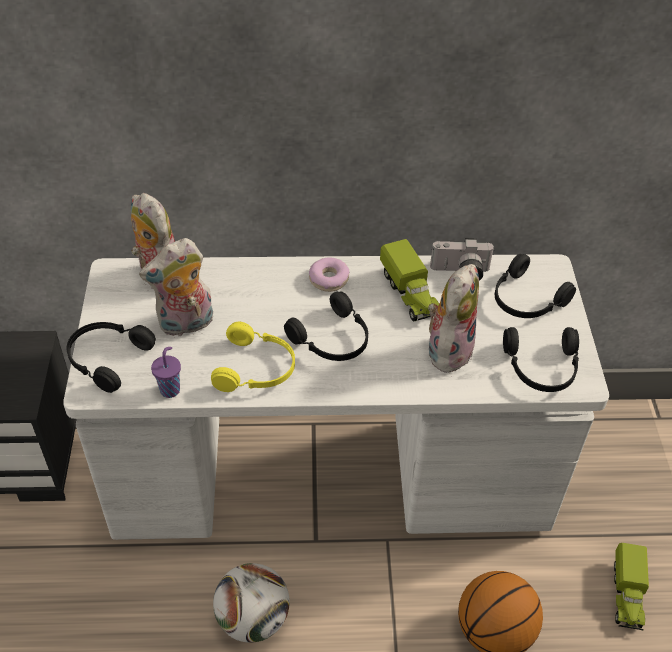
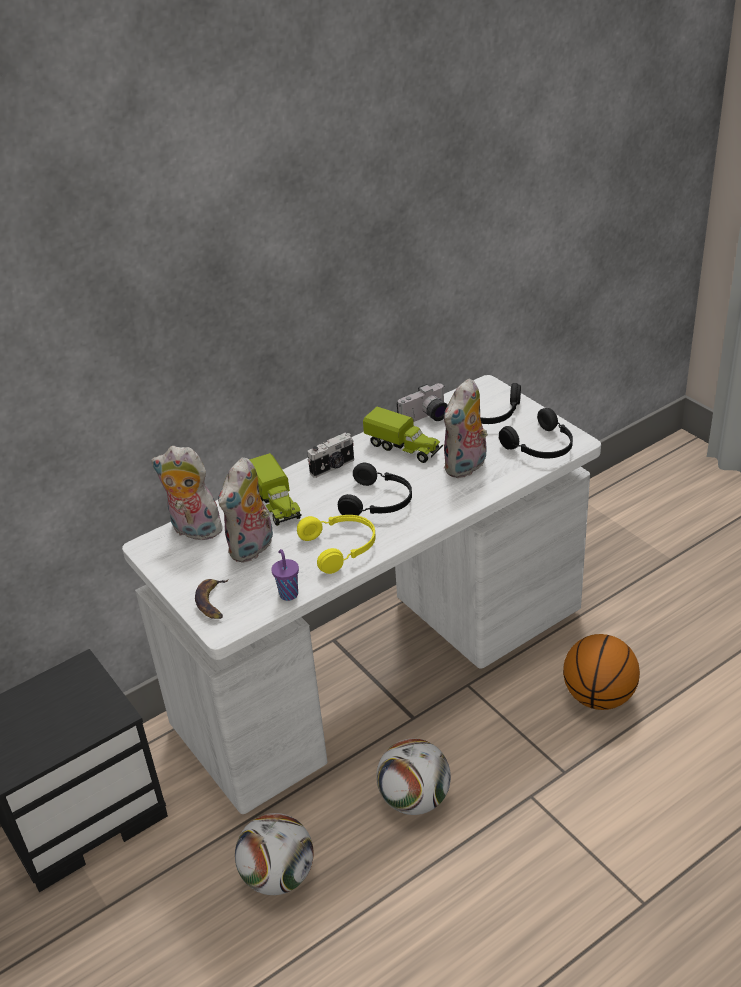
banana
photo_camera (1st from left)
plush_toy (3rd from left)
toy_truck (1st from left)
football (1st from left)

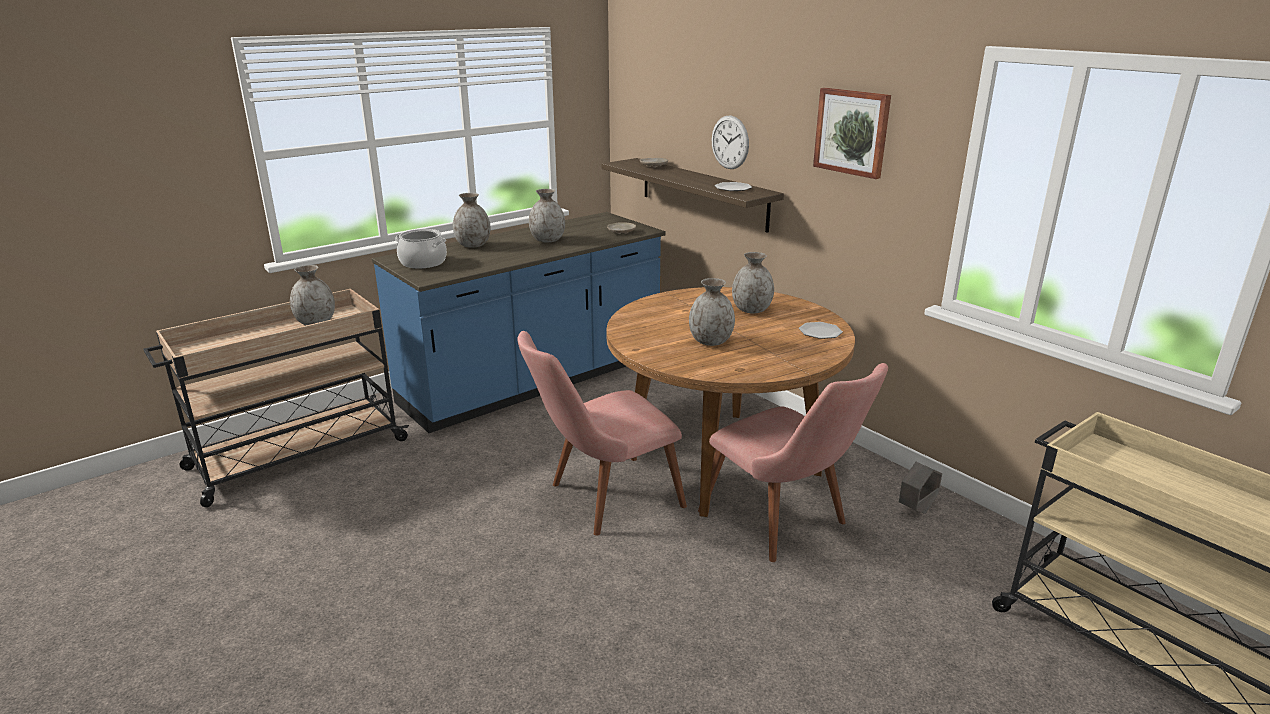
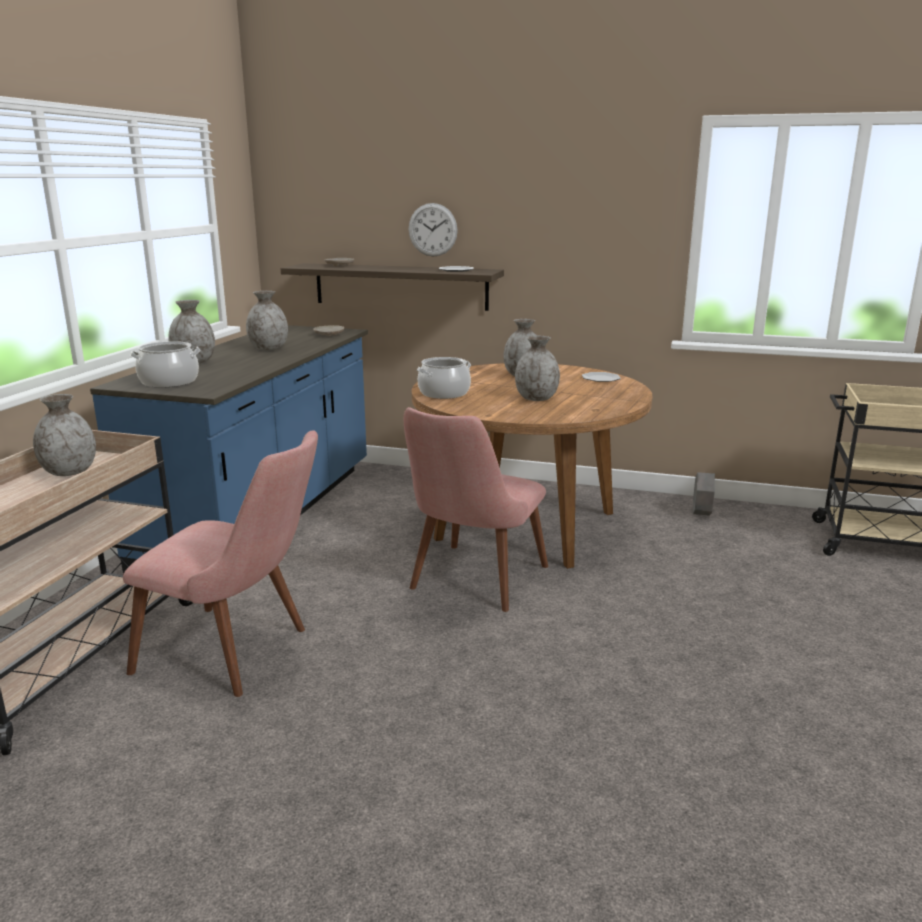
pink_chair (1st from left)
picture
cooking_pot (2nd from left)

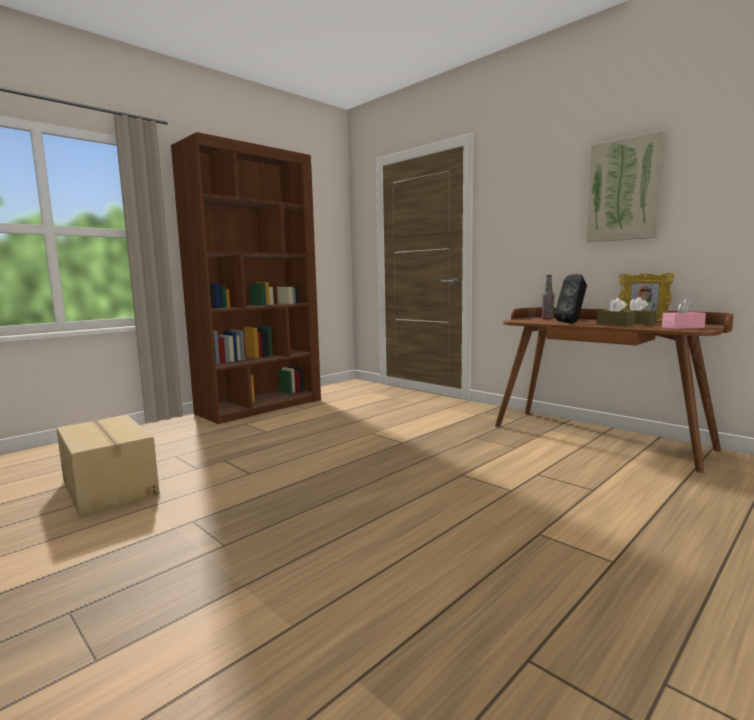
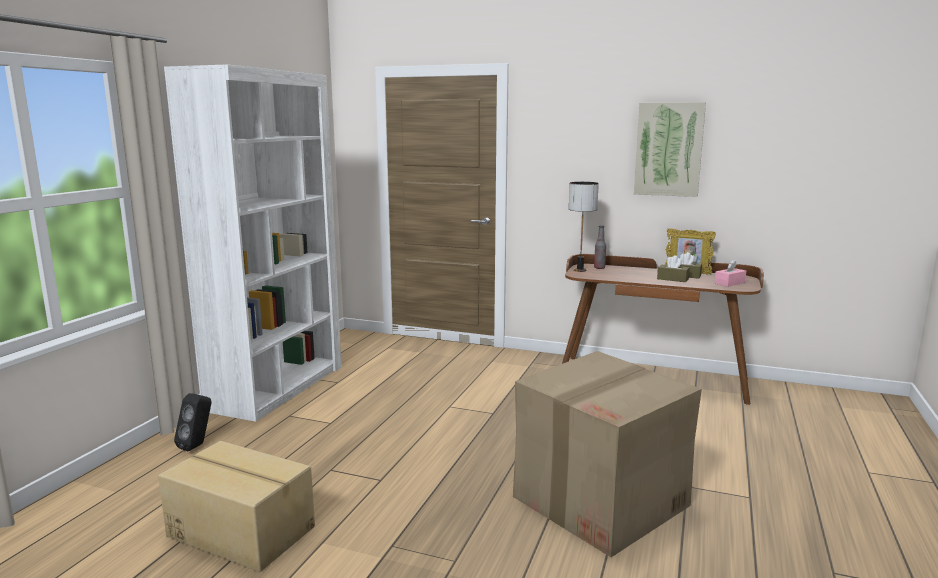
white_bookcase
black_speaker
cardboard_box (2nd from left)
table_lamp

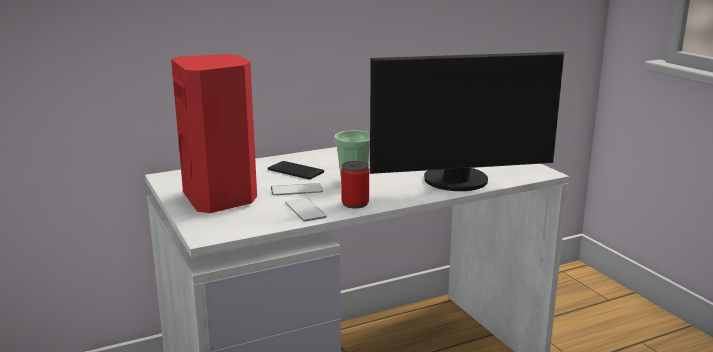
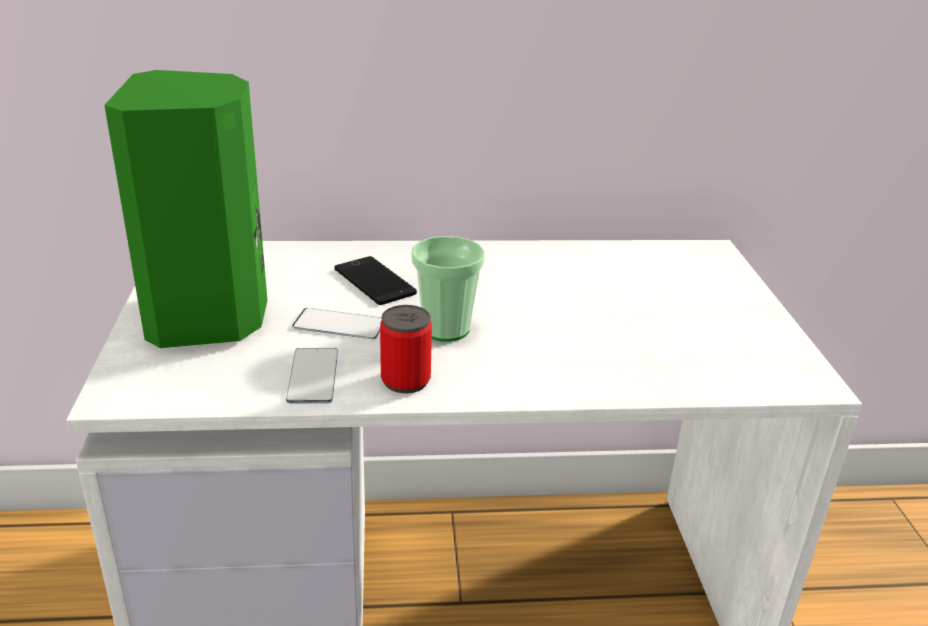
green_speaker
monitor

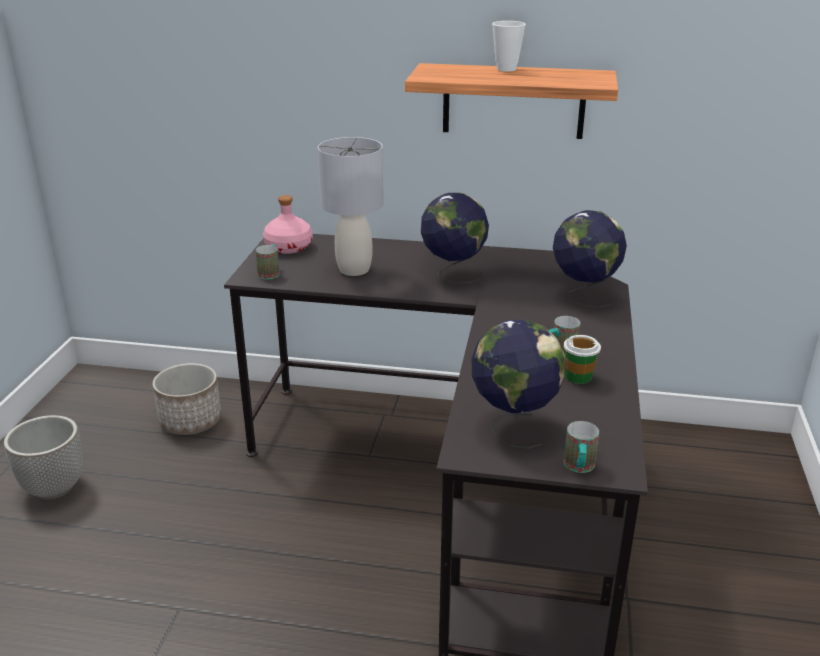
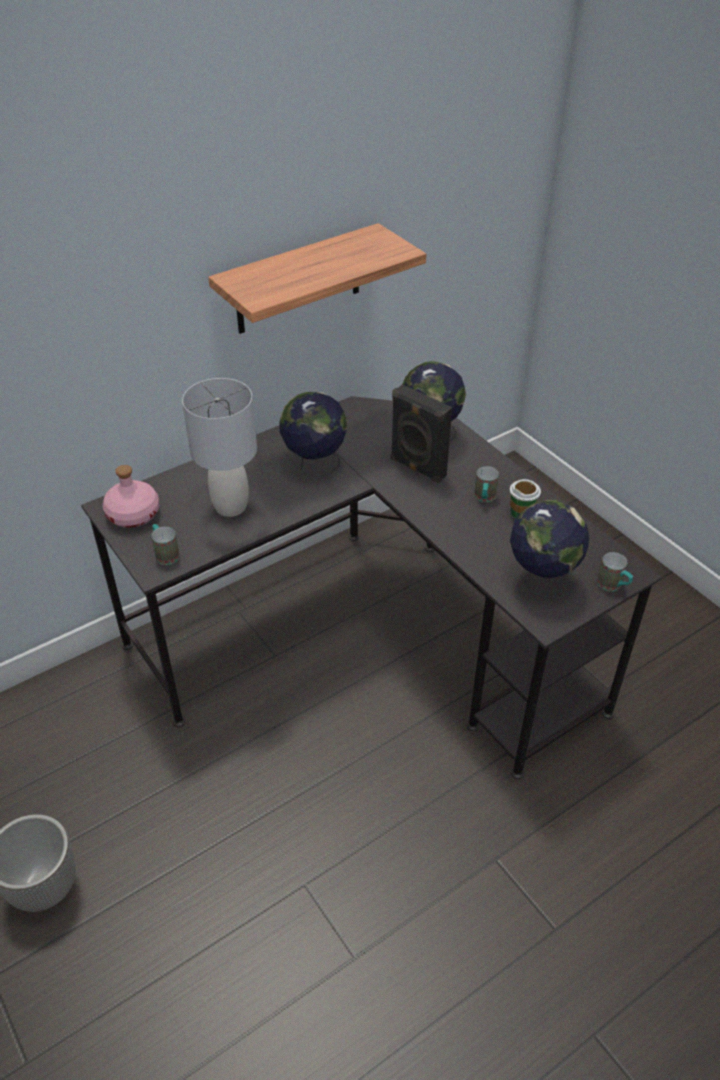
planter (2nd from left in the first image)
cup (1st from left in the first image)
black_speaker

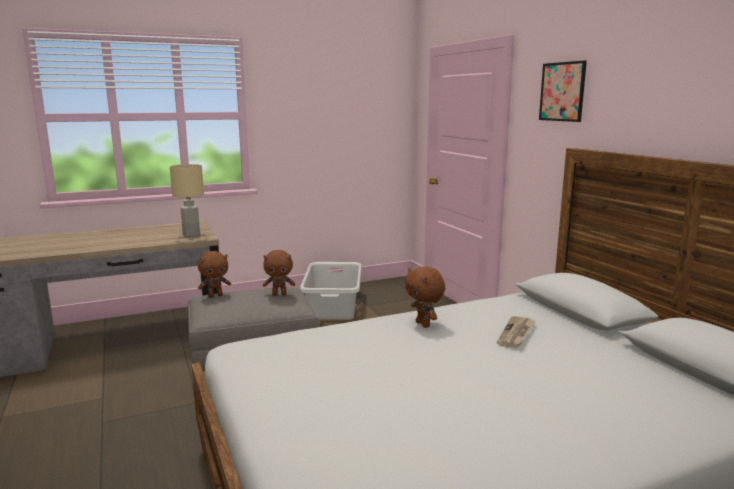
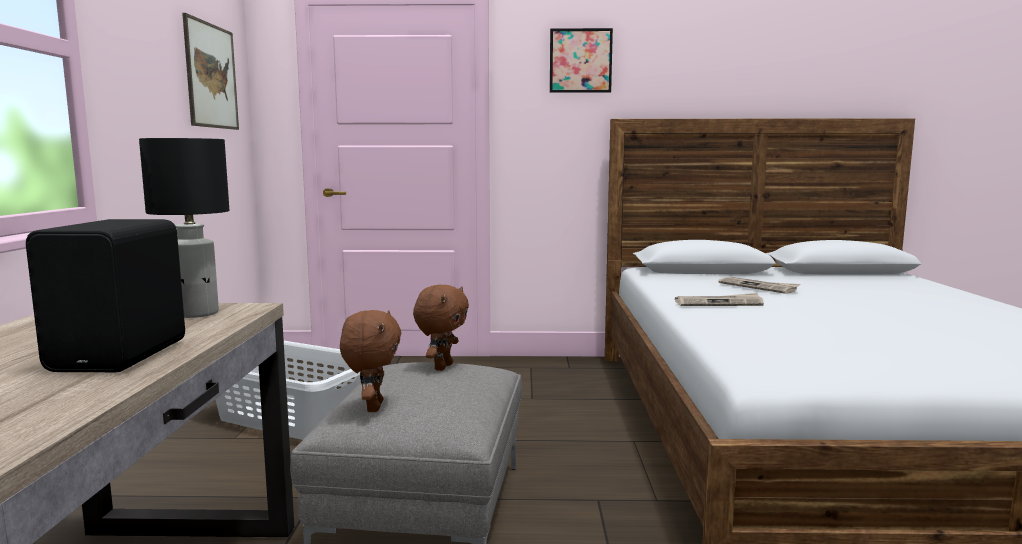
black_table_lamp
newspaper (1st from left)
black_speaker
picture (1st from left)

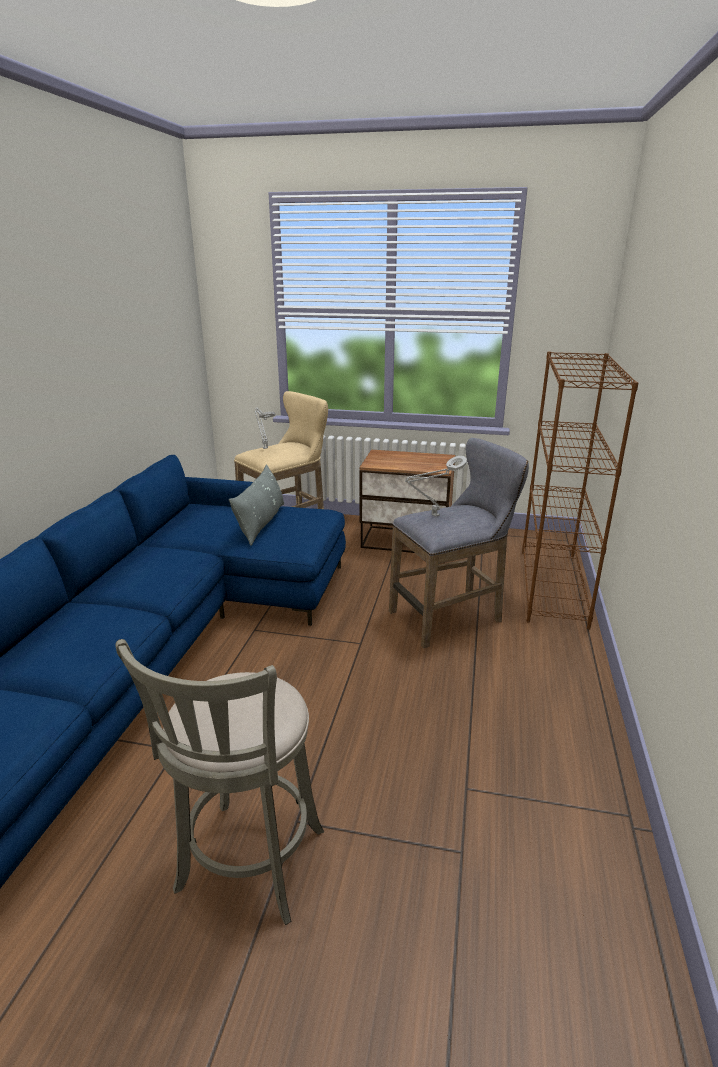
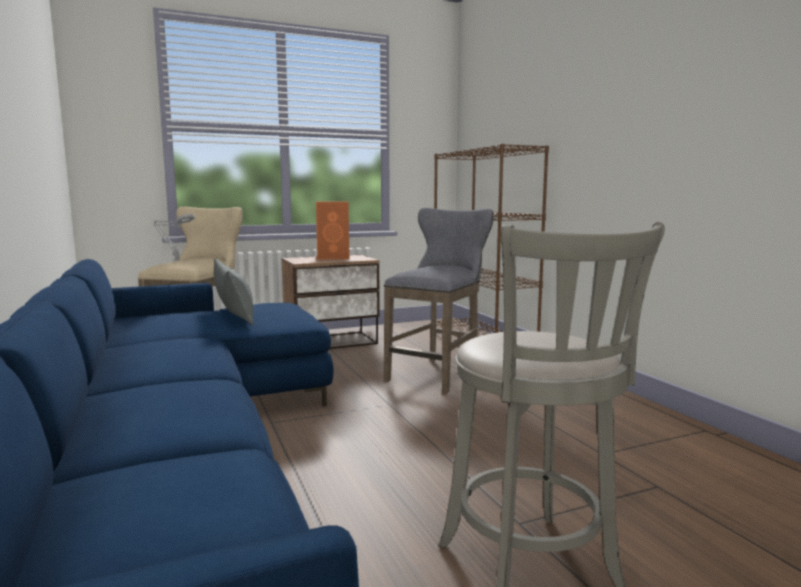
grey_table_lamp (2nd from left in the first image)
orange_speaker

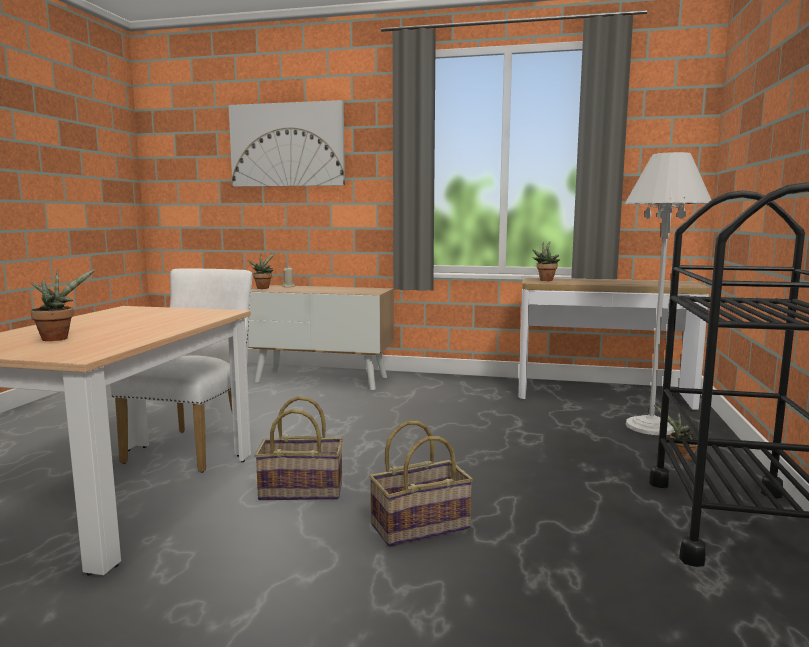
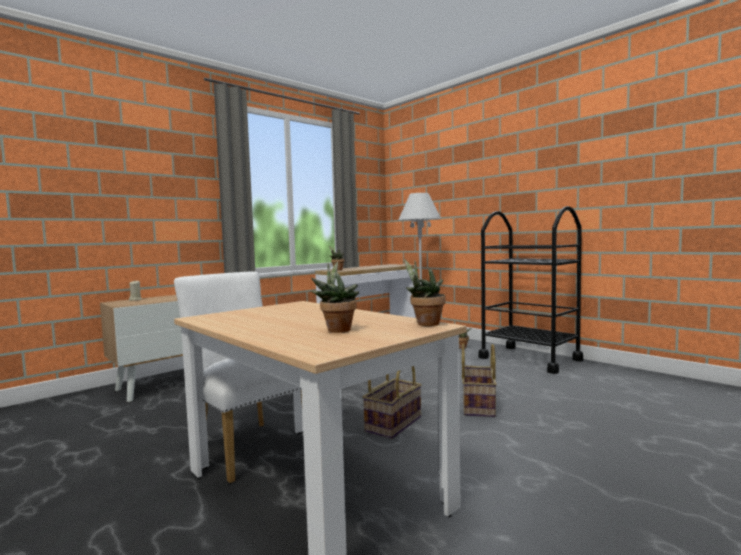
picture
potted_plant (3rd from left)

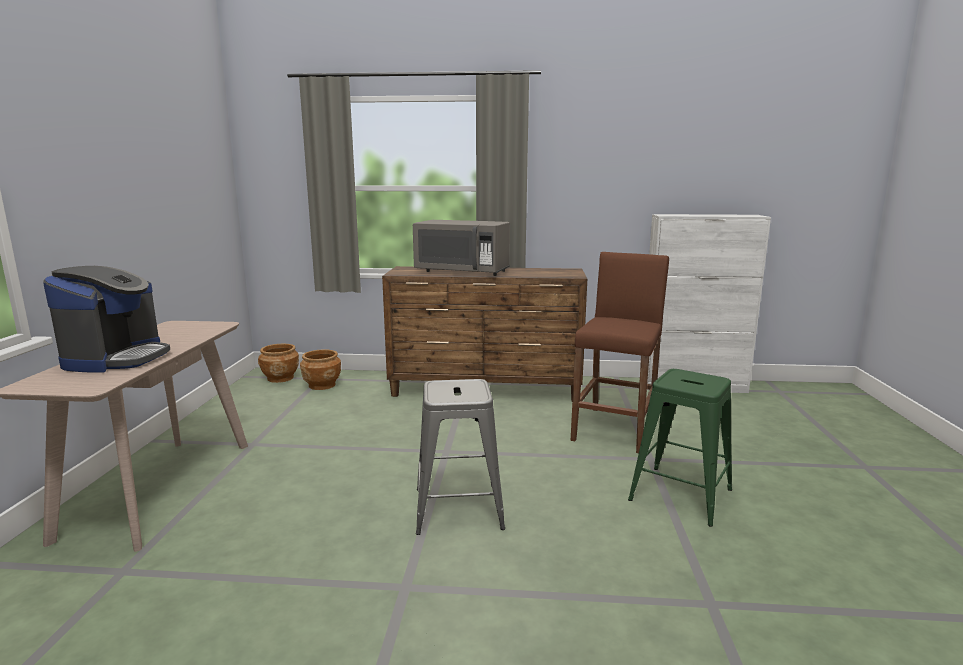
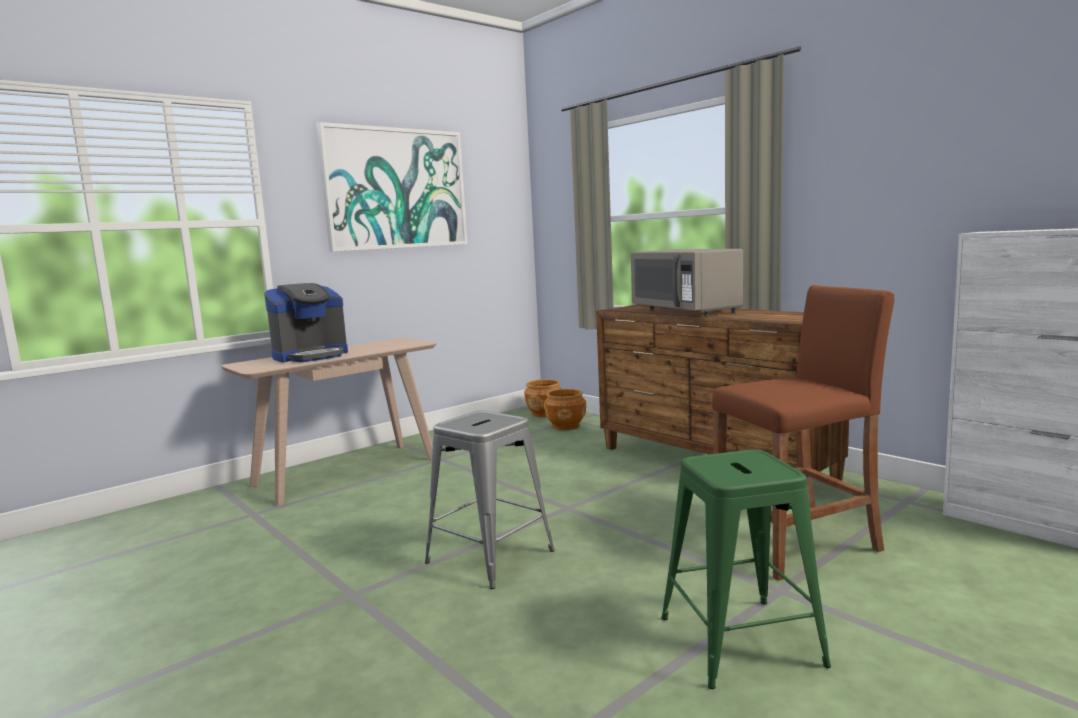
picture

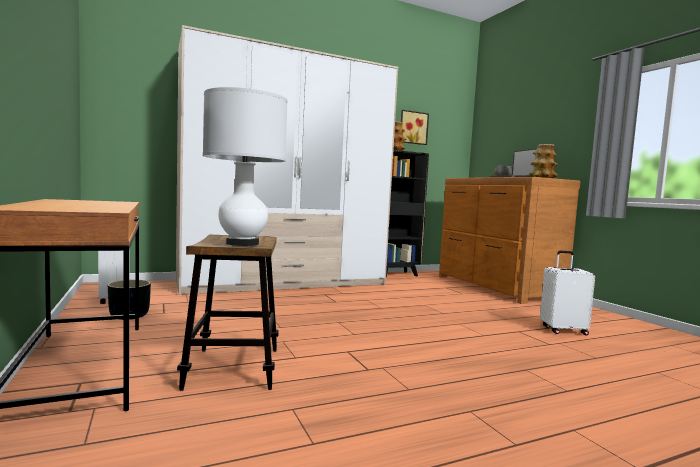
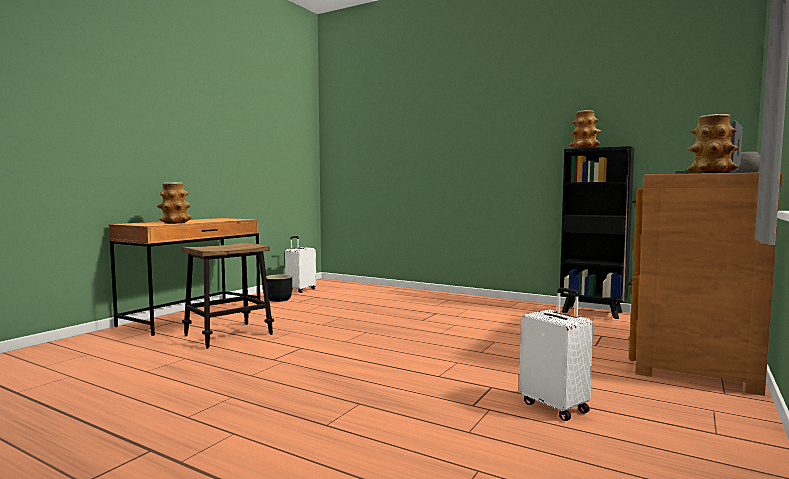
wardrobe
white_table_lamp
picture
vase (1st from left)

